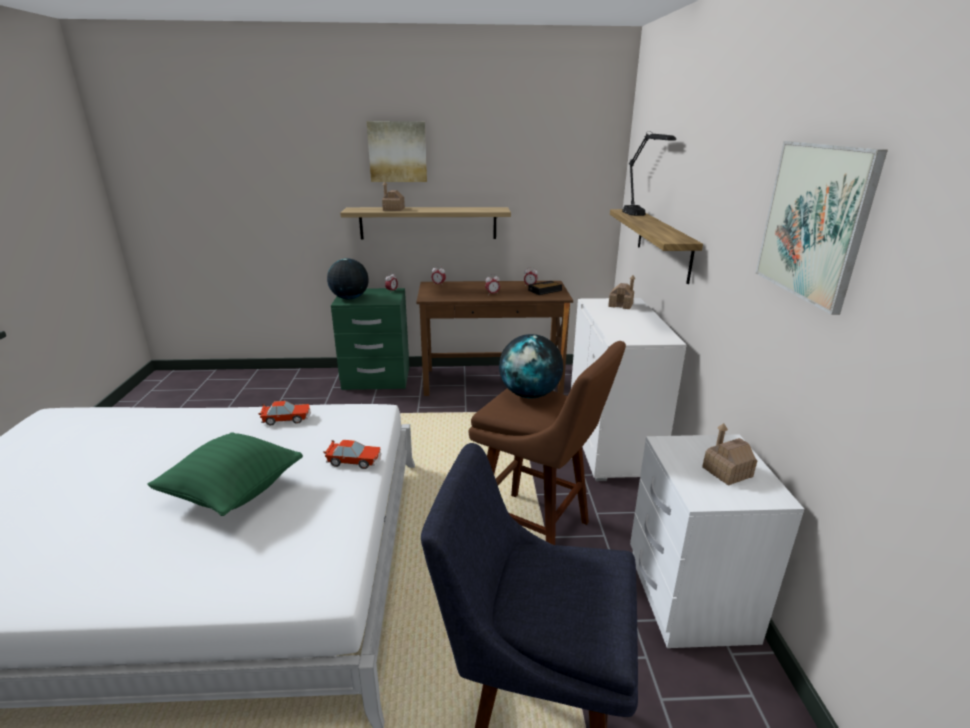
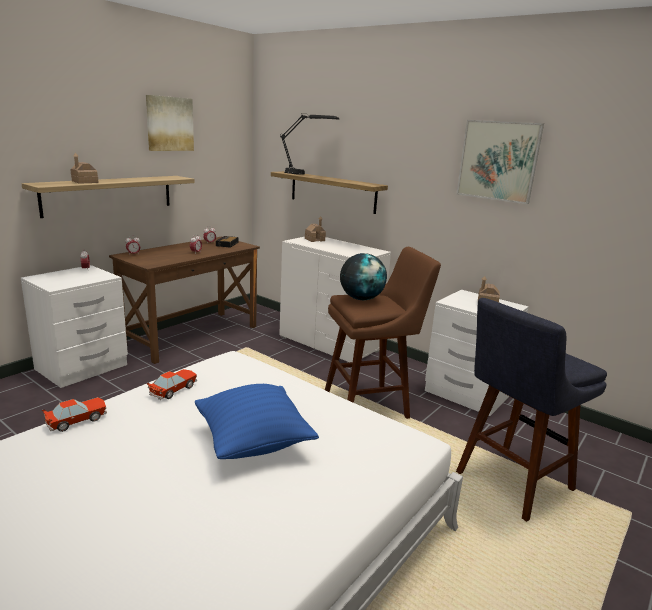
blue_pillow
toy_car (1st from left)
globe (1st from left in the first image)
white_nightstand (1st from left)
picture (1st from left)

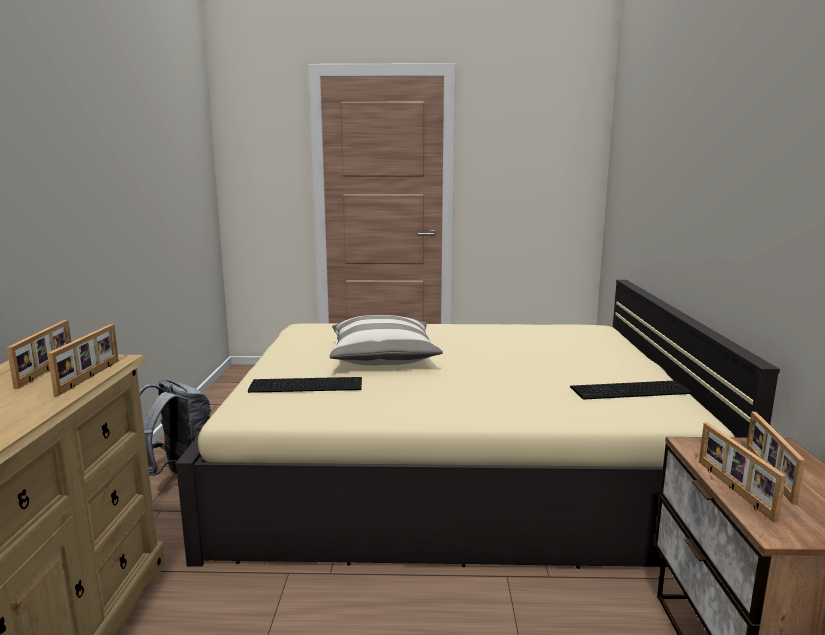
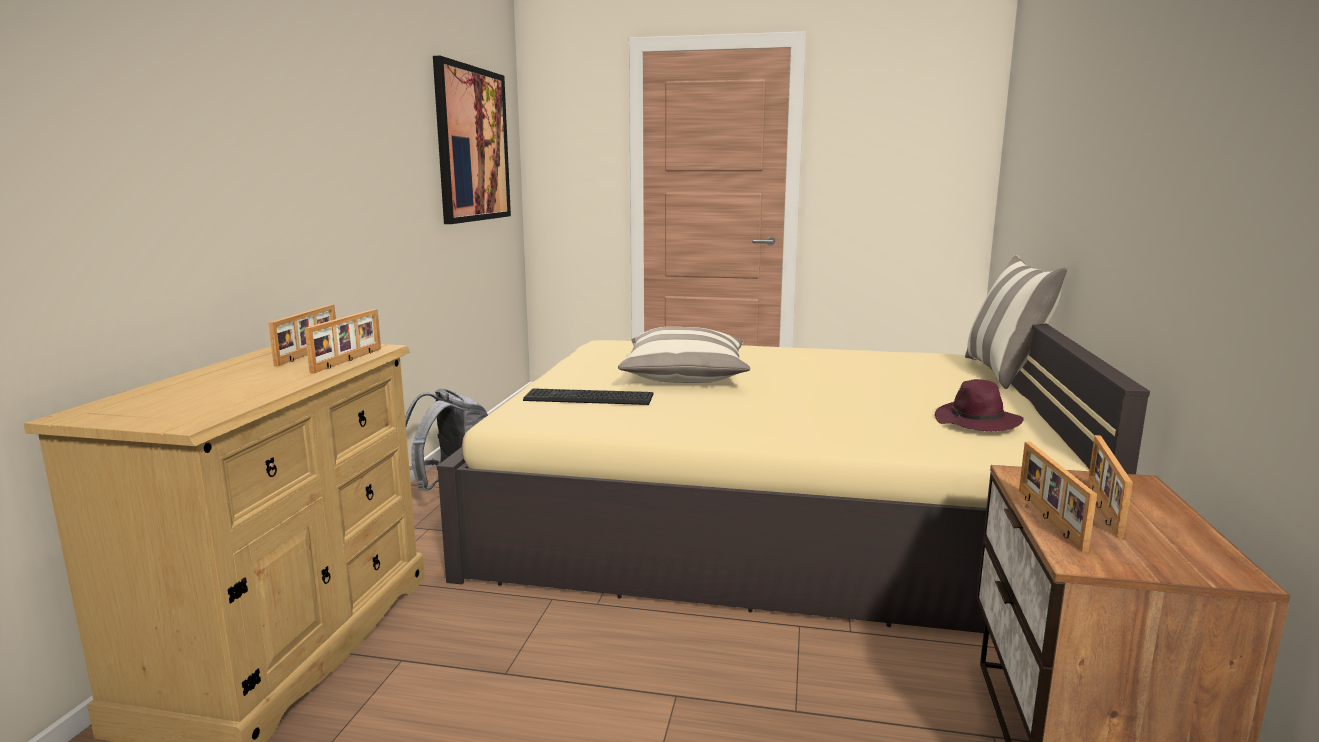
purple_hat
picture
pillow (2nd from left)

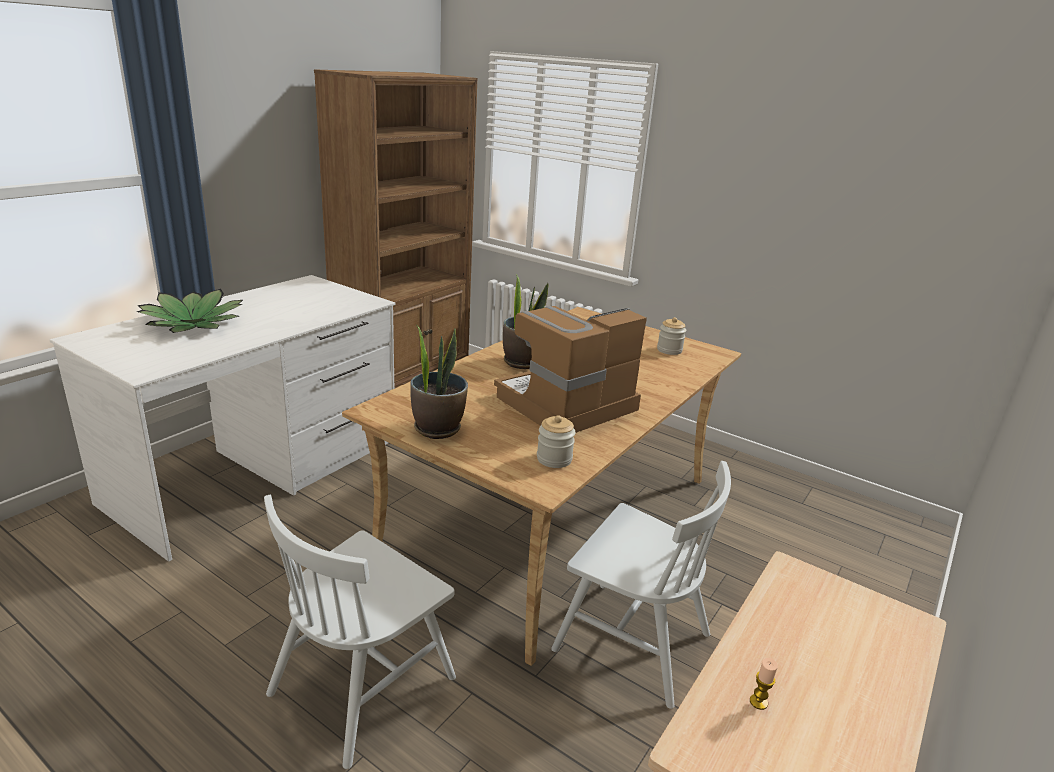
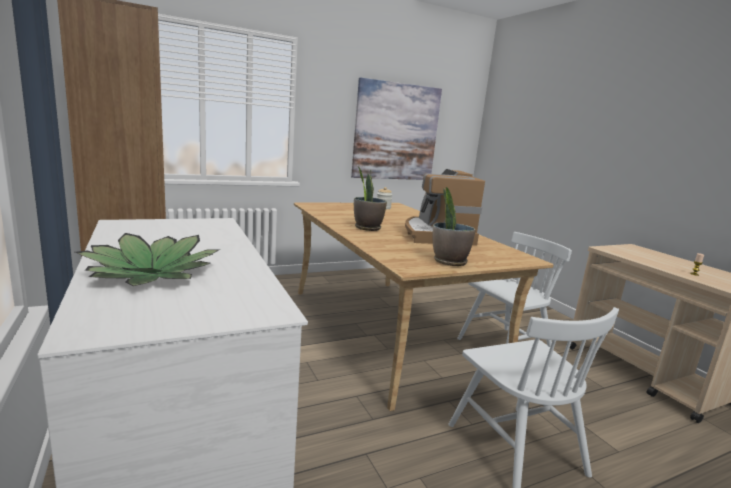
jar (1st from left in the first image)
picture

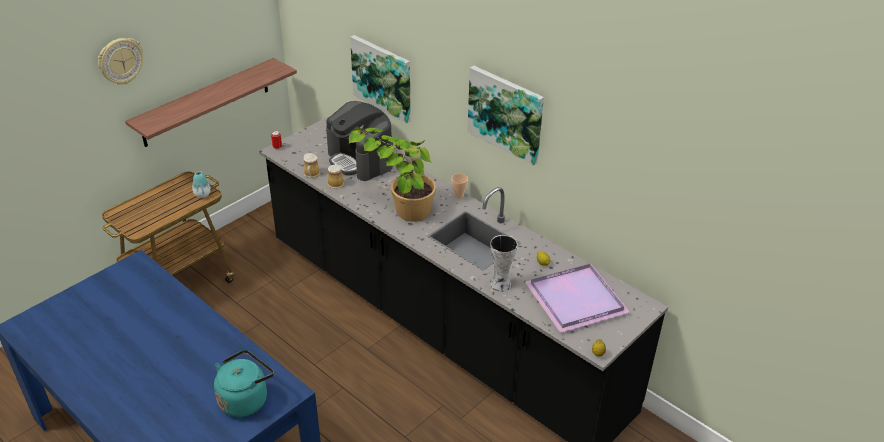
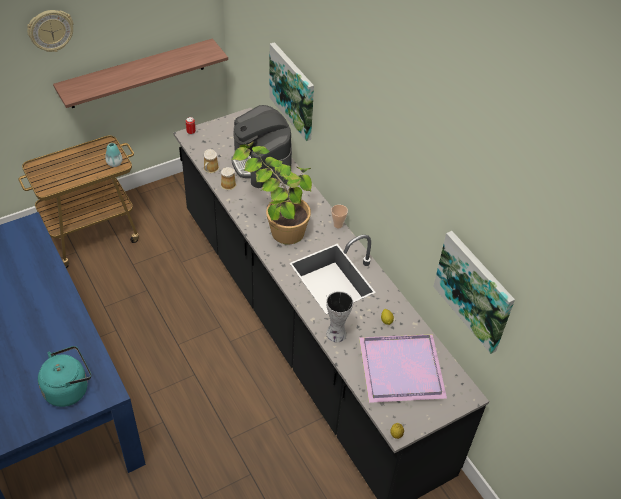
picture (2nd from left)

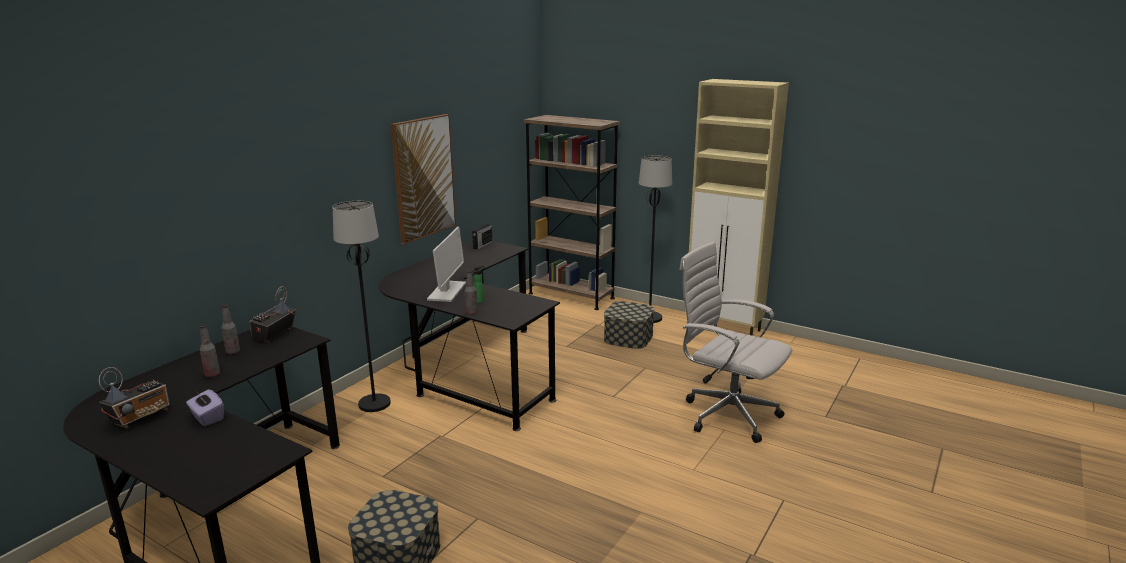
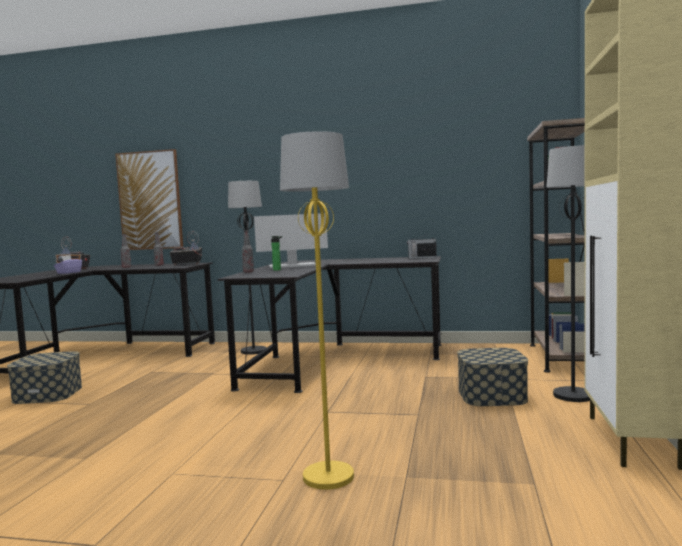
picture
yellow_floor_lamp

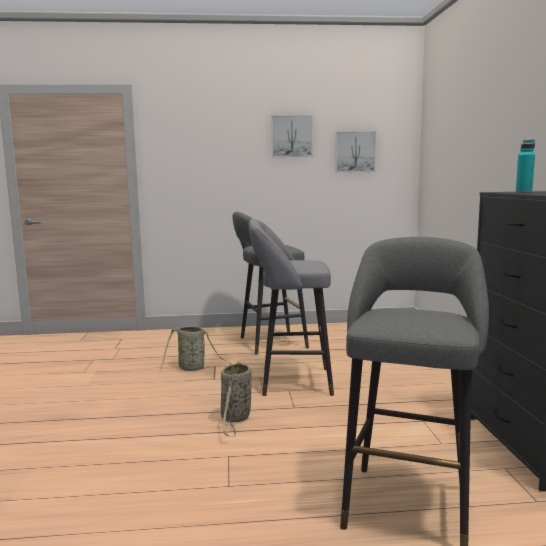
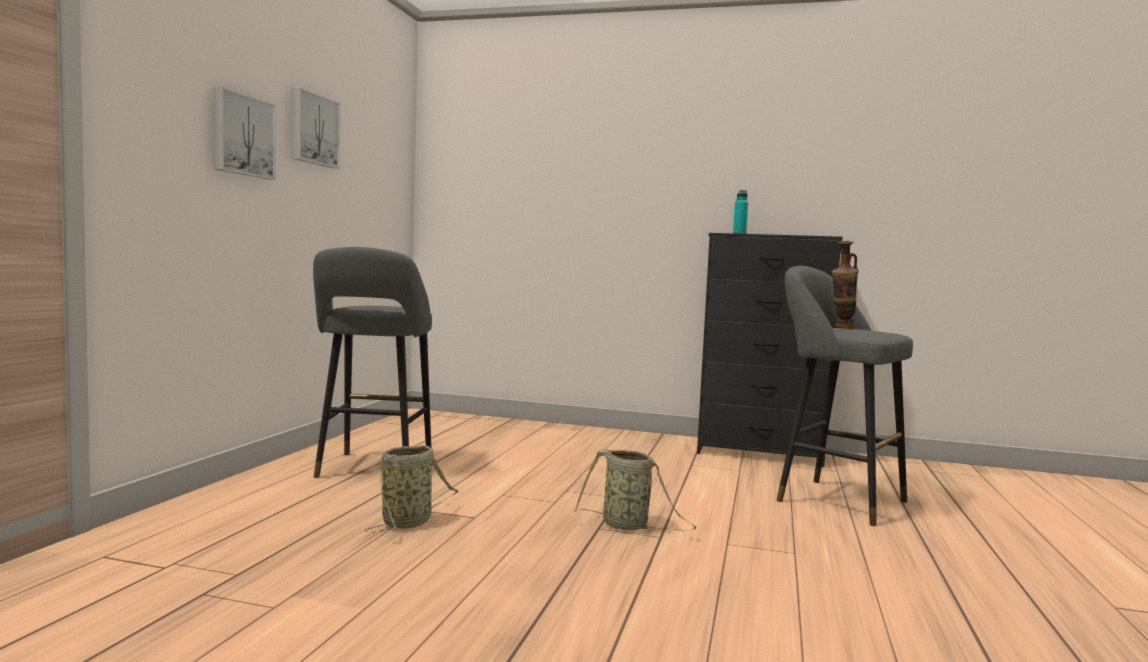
grey_stool (2nd from left in the first image)
picture (1st from left)
vase

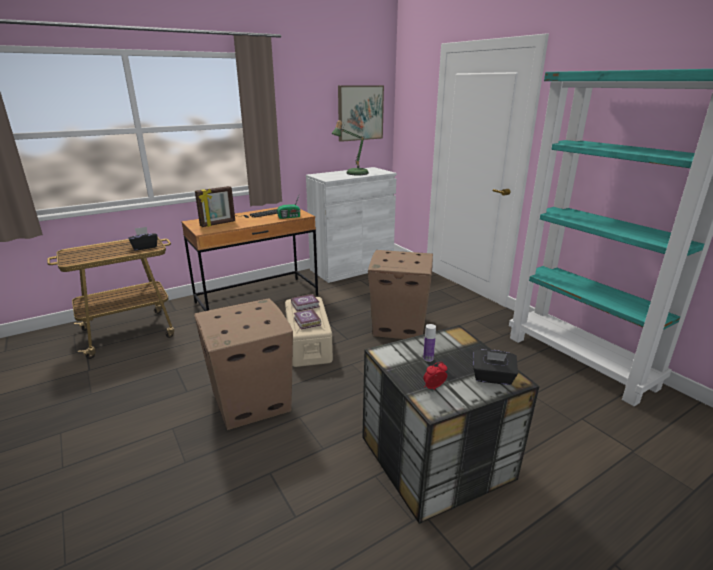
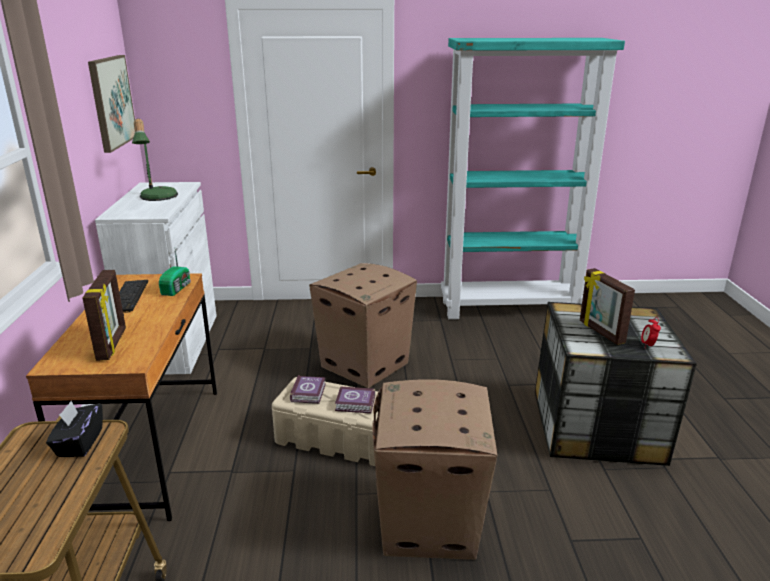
picture_frame (2nd from left)
black_tissue_box (2nd from left in the first image)

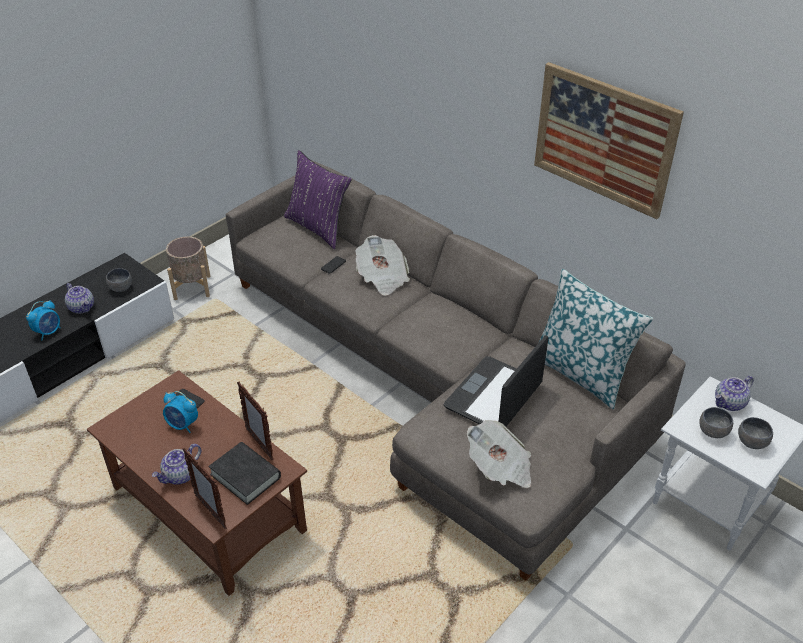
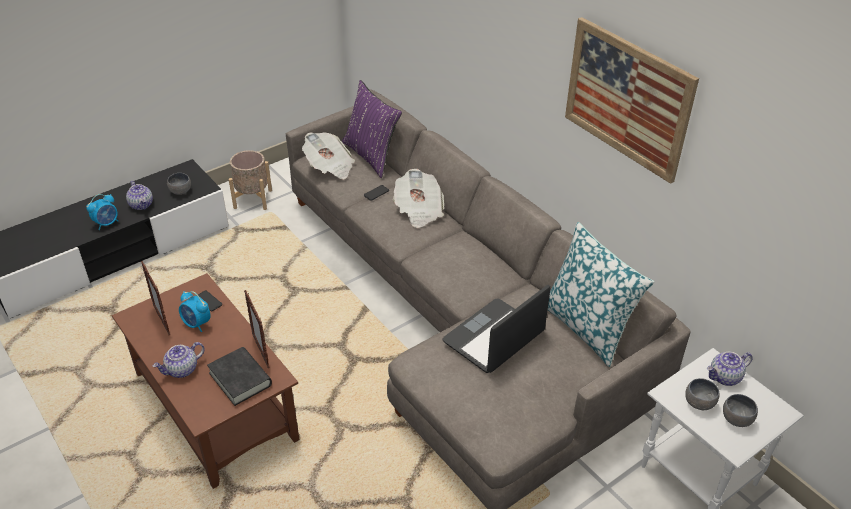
picture_frame (1st from left)
newspaper (1st from left)

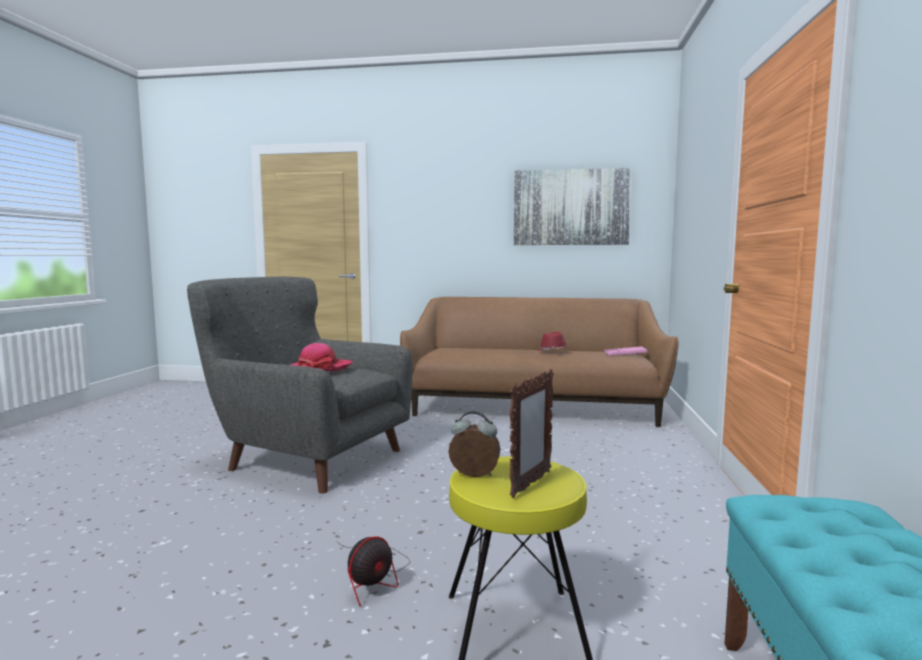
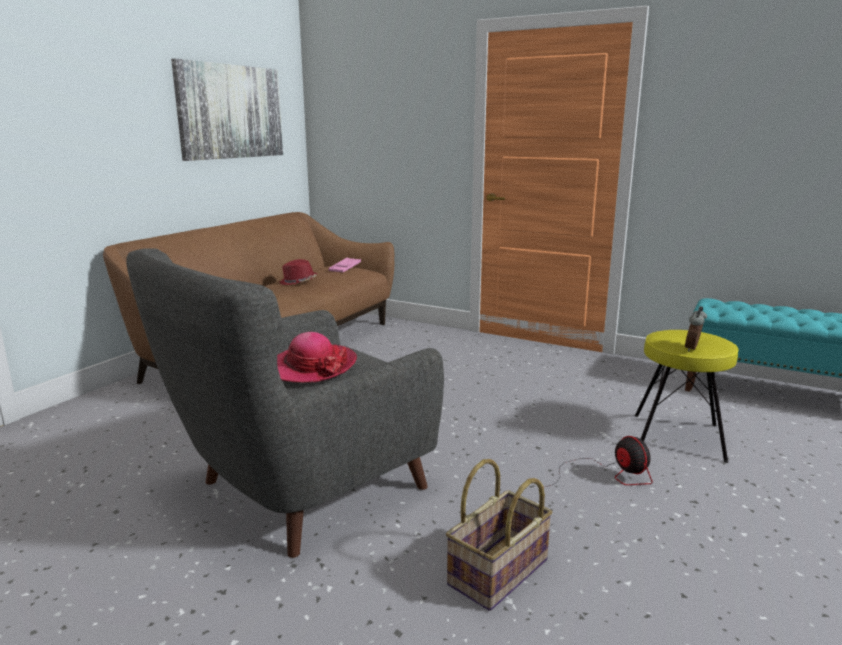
picture_frame
basket

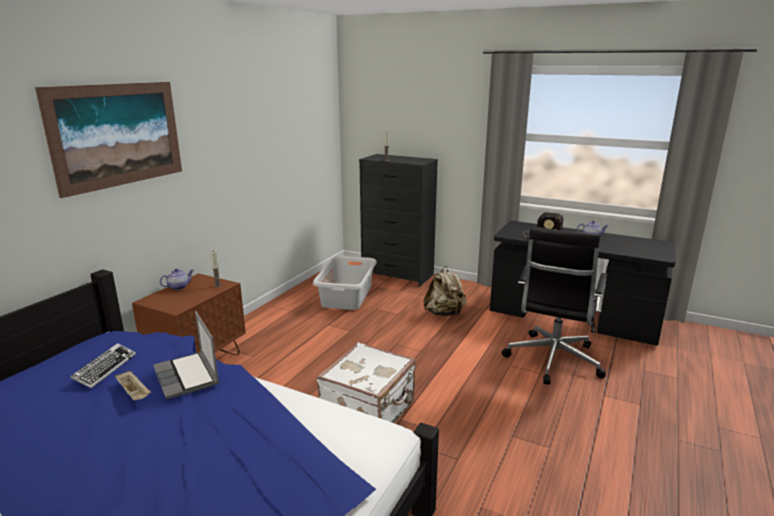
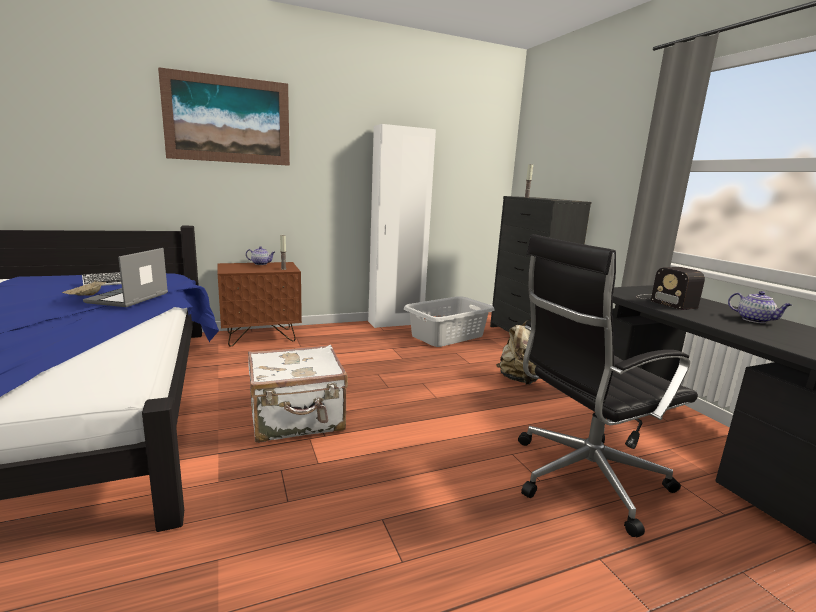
white_wardrobe

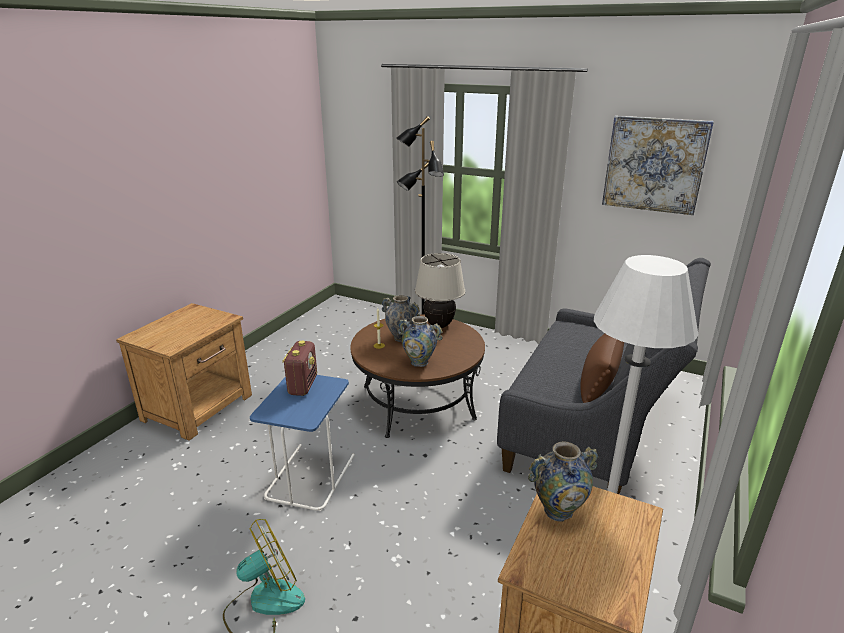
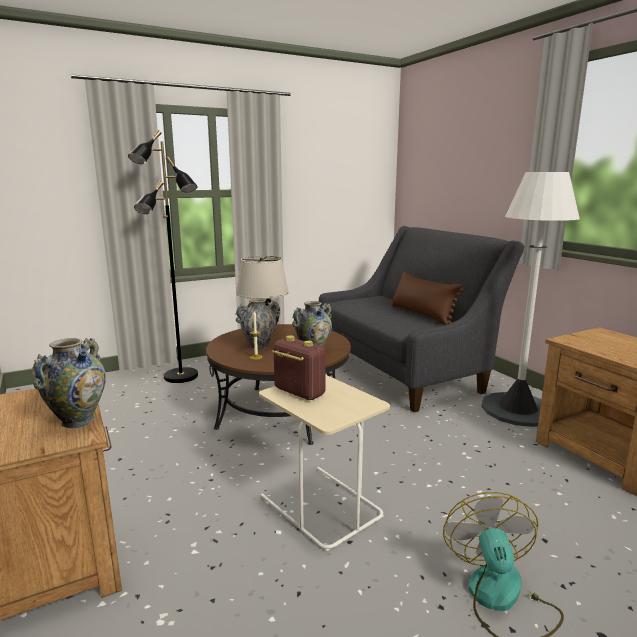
beige_side_table
vase (1st from left)
picture

